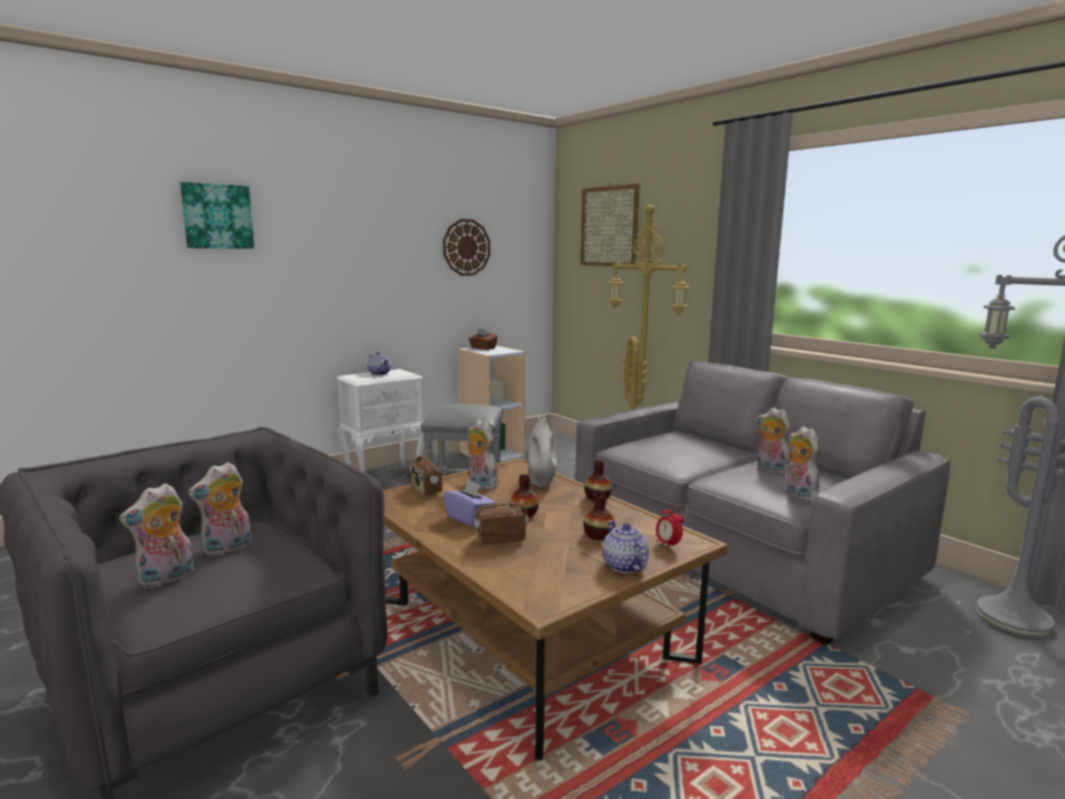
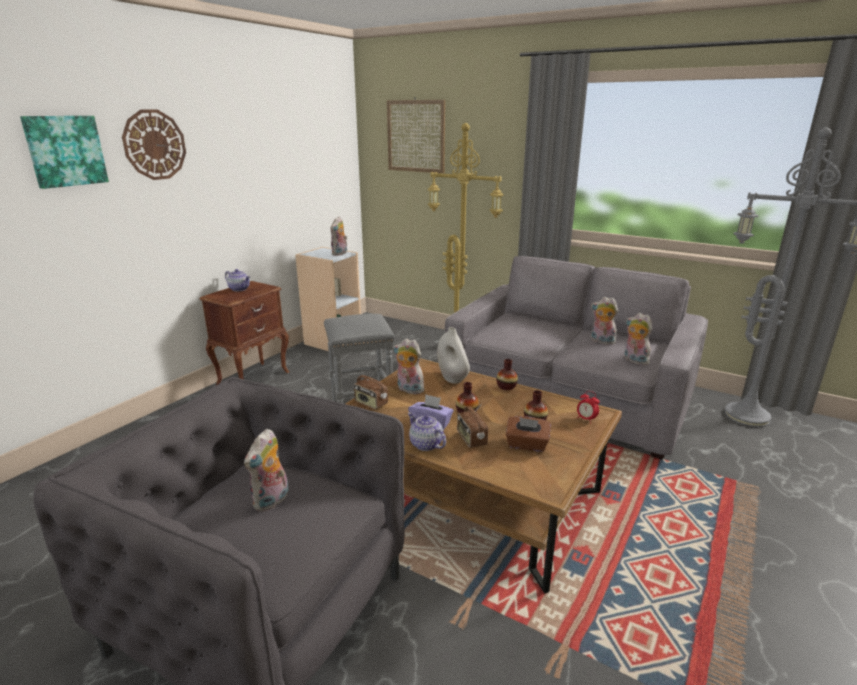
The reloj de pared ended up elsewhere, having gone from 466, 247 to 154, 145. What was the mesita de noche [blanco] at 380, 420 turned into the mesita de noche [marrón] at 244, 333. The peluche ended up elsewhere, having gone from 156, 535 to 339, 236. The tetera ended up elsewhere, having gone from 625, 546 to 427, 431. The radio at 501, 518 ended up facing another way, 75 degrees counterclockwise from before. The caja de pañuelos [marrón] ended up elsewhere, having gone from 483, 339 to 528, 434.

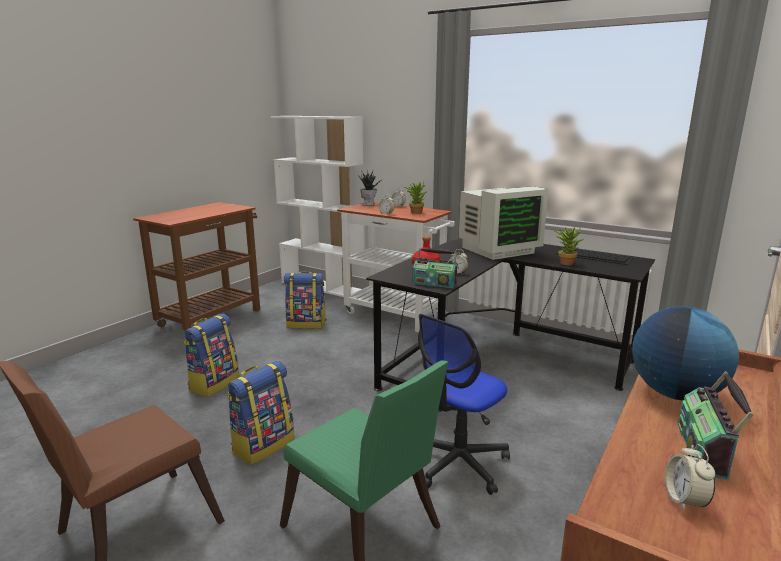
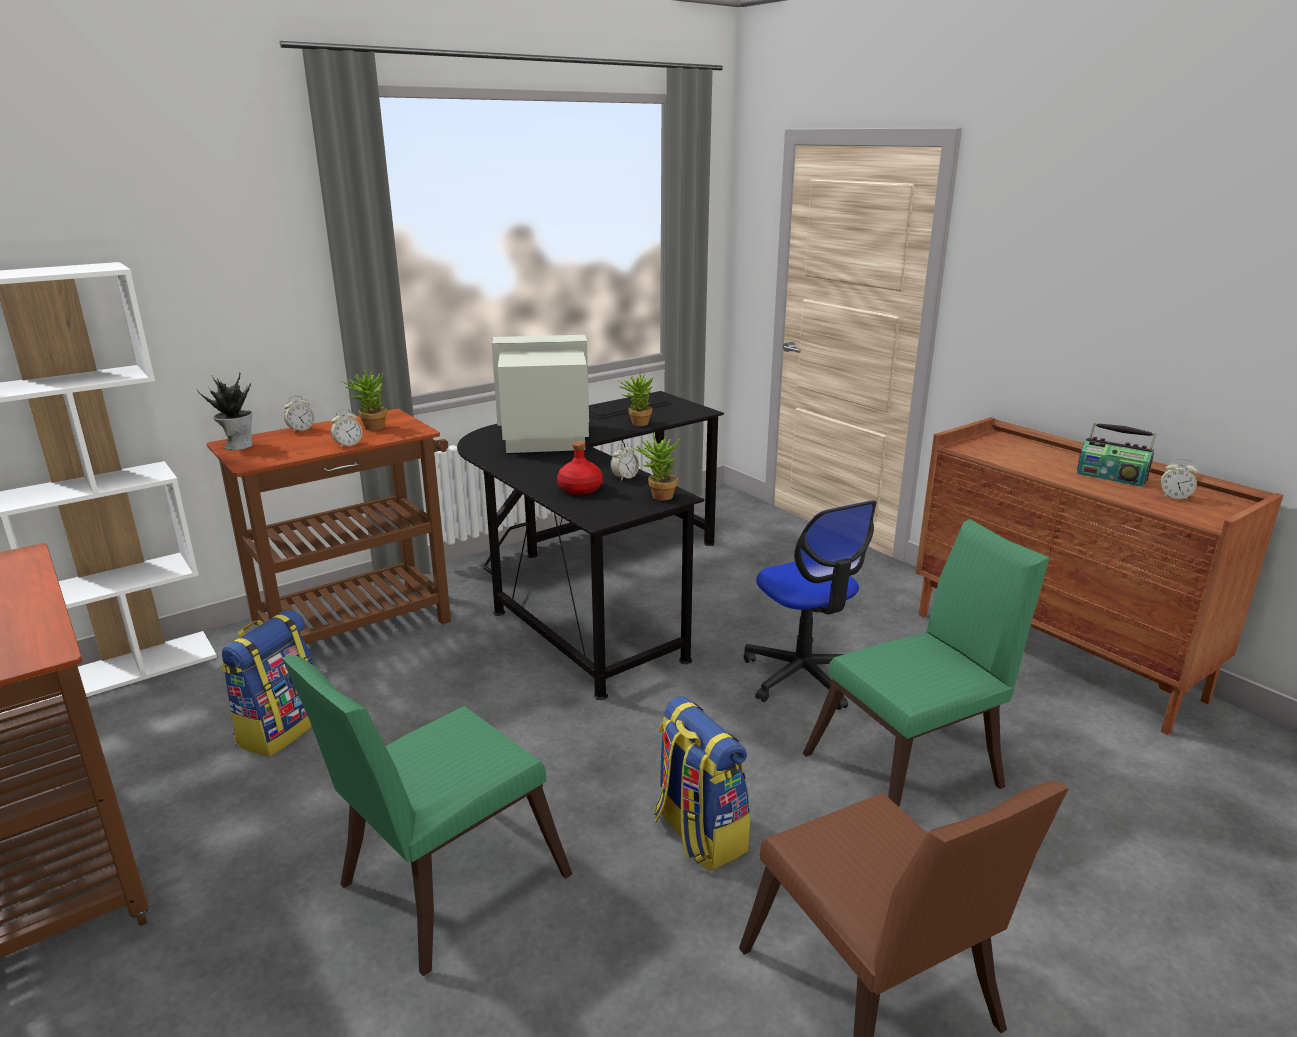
What was the carrito [blanco] at 396, 267 turned into the carrito [marrón] at 329, 526. Where the mochila stood at 211, 355, the silla [verde] came to stand at 427, 815. The monitor at 504, 223 ended up facing another way, 90 degrees counterclockwise from before. Where the radio stood at 435, 268, the planta en maceta came to stand at 656, 466. The second view lost the globo terráqueo at 685, 353.

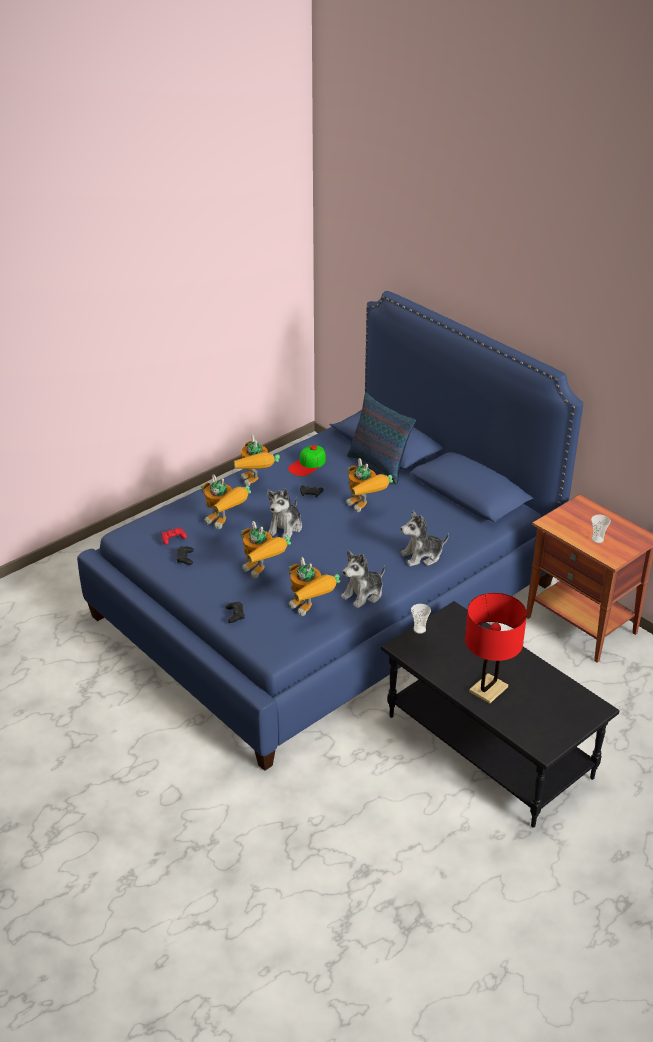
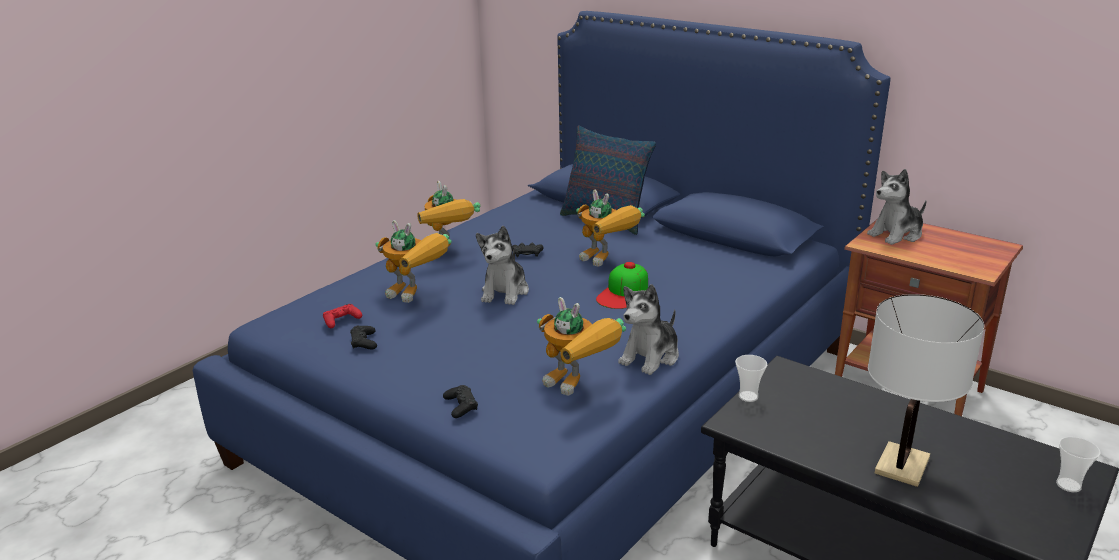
The gorra ended up elsewhere, having gone from 307, 460 to 622, 285. The peluche ended up elsewhere, having gone from 424, 538 to 896, 207. What was the lámpara de mesa [rojo] at 496, 648 turned into the lámpara de mesa [blanco] at 926, 390. The taza ended up elsewhere, having gone from 601, 529 to 1078, 464. The second view lost the robot de juguete at 266, 549.

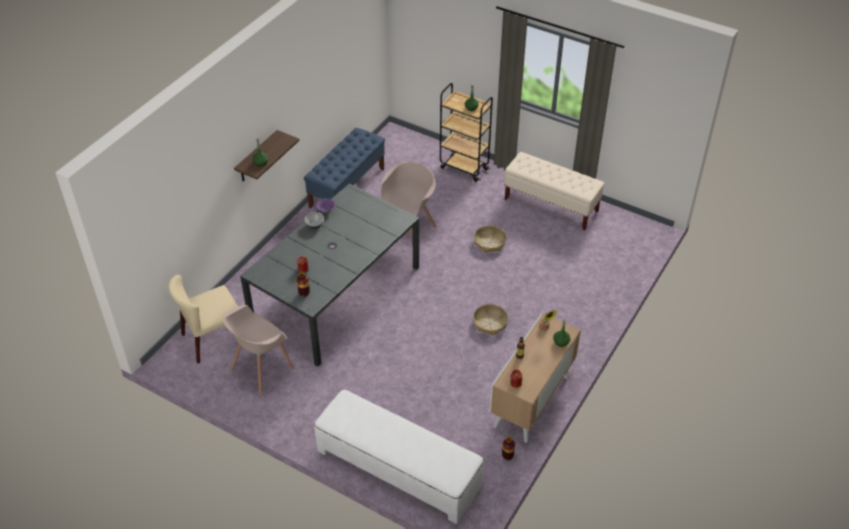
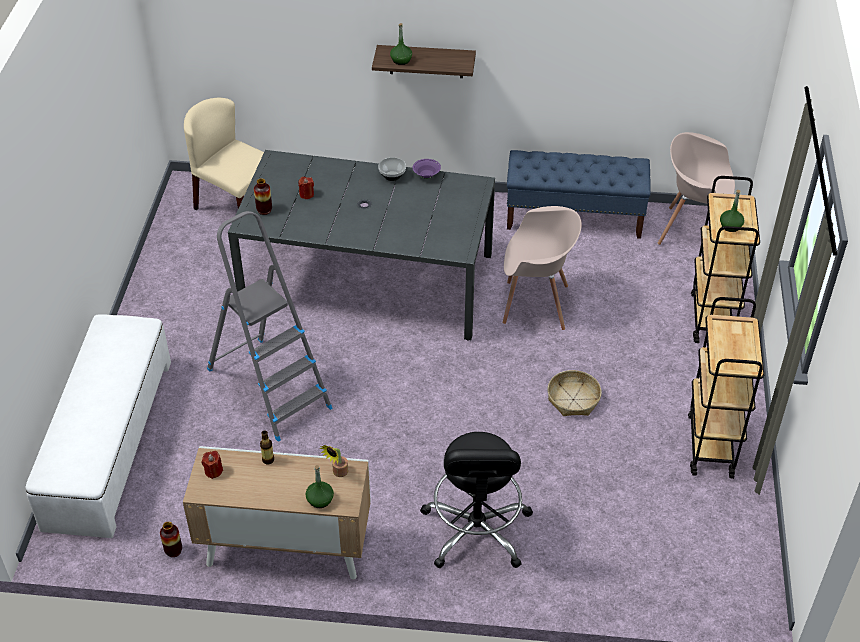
The second view gained the escalera de tijera [gris] at 269, 326. The second view gained the taburete [negro] at 476, 500. The silla [beis] ended up elsewhere, having gone from 258, 350 to 696, 188. Where the banco [beis] stood at 554, 191, the carrito [marrón] came to stand at 726, 388. The second view lost the cesta at 490, 320.

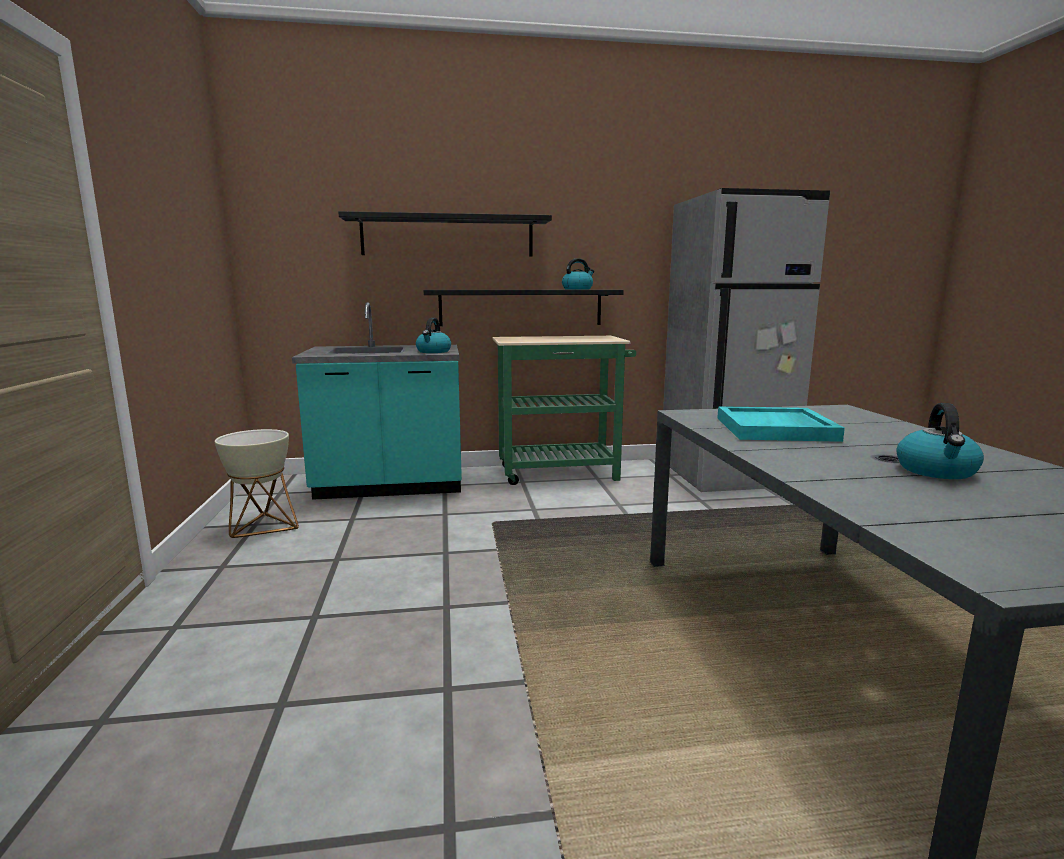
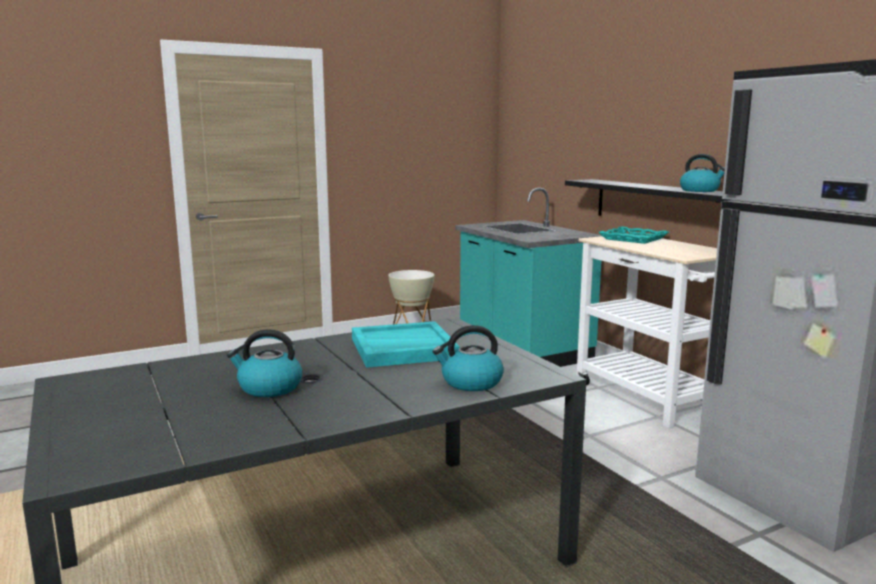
The hervidor ended up elsewhere, having gone from 433, 335 to 468, 358. What was the carrito [verde] at 564, 410 turned into the carrito [blanco] at 647, 331. The second view gained the bandeja [turquesa] at 633, 235. The second view lost the estante [negro] at 445, 233.

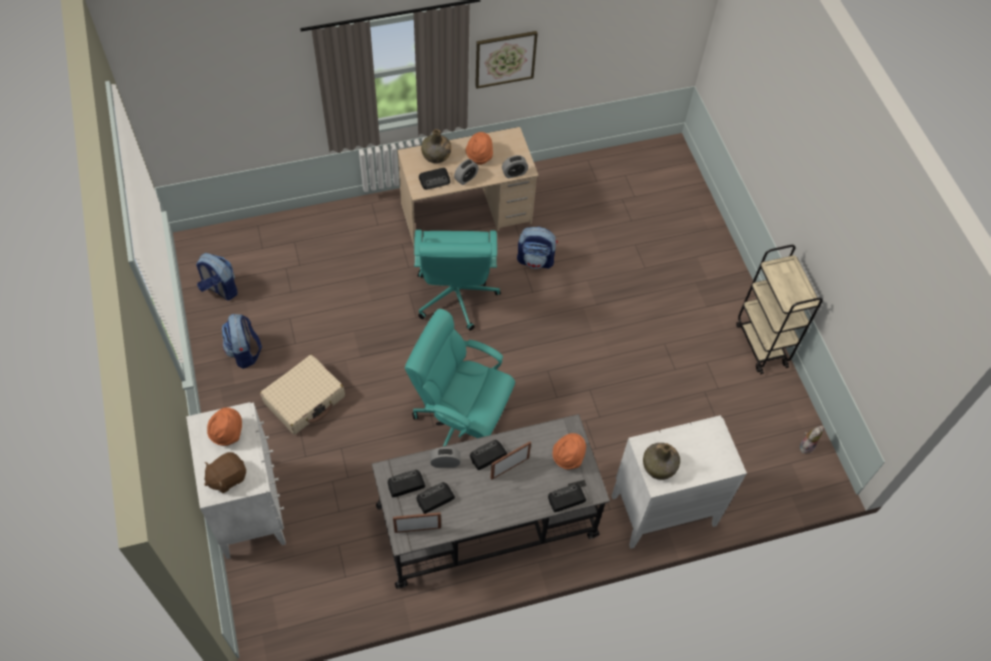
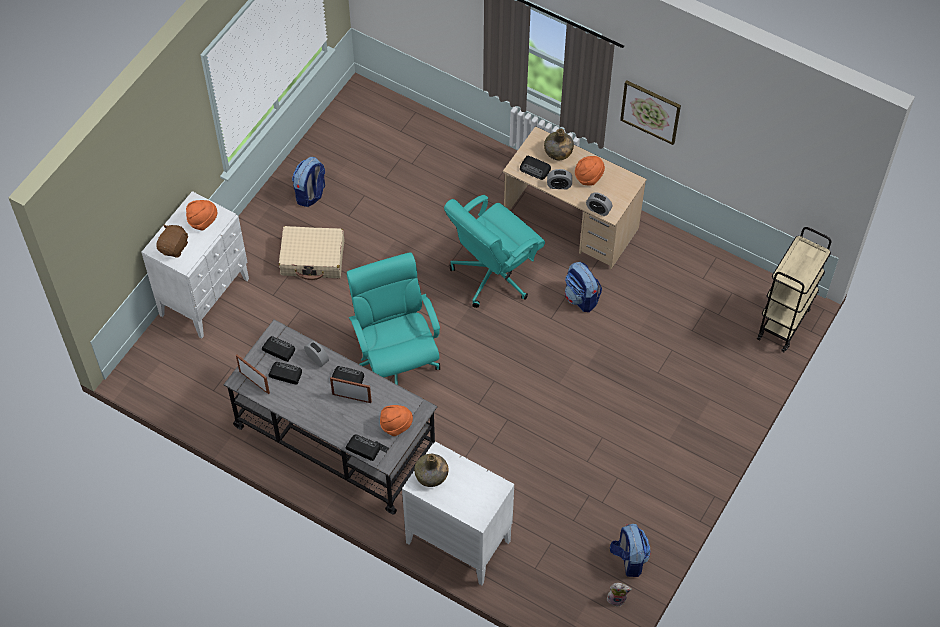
The peluche [marrón] at 225, 472 ended up facing another way, 105 degrees clockwise from before. The mochila ended up elsewhere, having gone from 217, 277 to 630, 550. The carrito [beis] ended up elsewhere, having gone from 779, 309 to 794, 289.

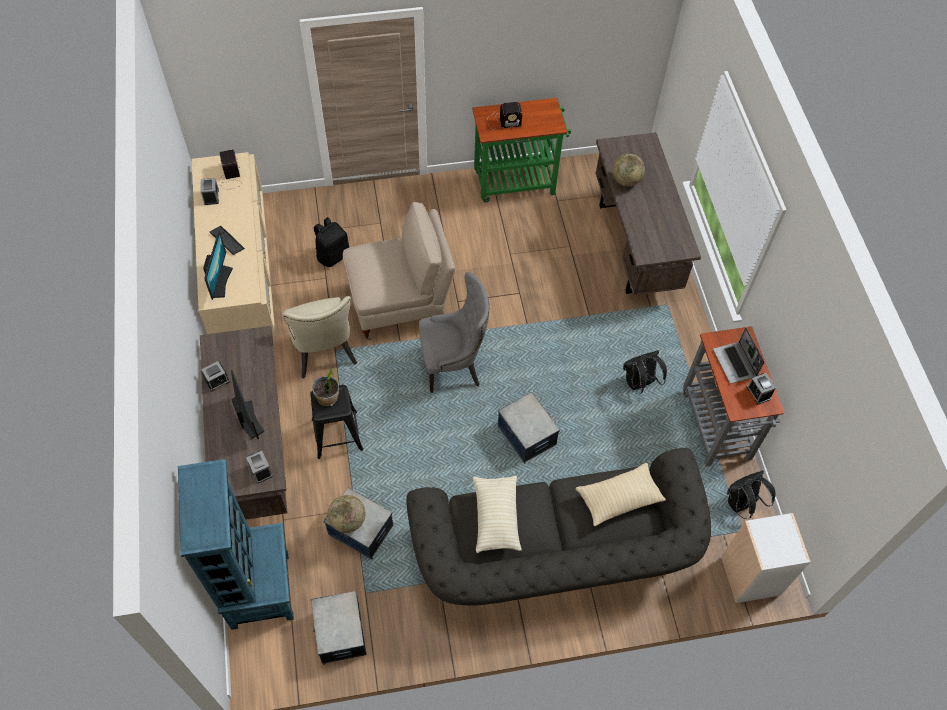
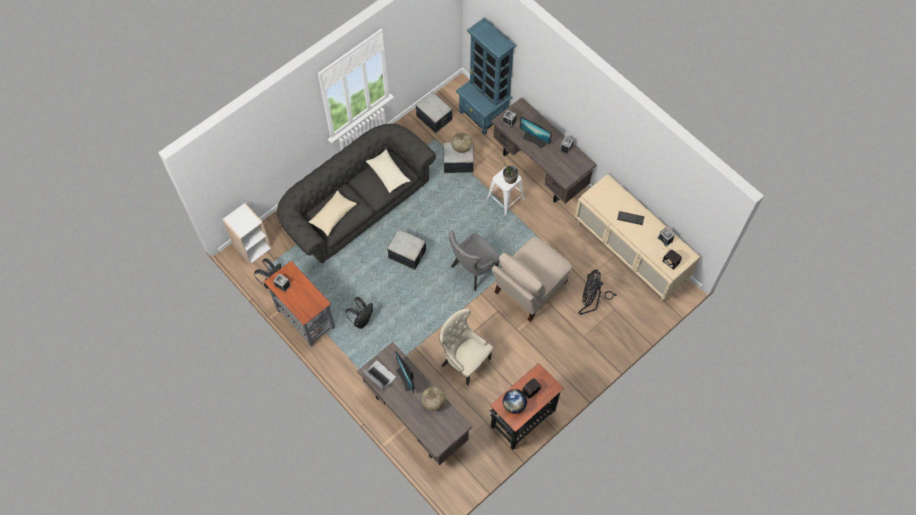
The portátil ended up elsewhere, having gone from 738, 356 to 379, 375. The monitor ended up elsewhere, having gone from 218, 265 to 405, 372. The silla [beis] ended up elsewhere, having gone from 319, 337 to 466, 347. What was the taburete [negro] at 336, 422 turned into the taburete [blanco] at 506, 191. What was the carrito [verde] at 521, 150 turned into the carrito [negro] at 527, 406. The second view gained the globo terráqueo at 515, 401. Where the mochila [negro] stood at 331, 242, the ventilador [negro] came to stand at 597, 292.

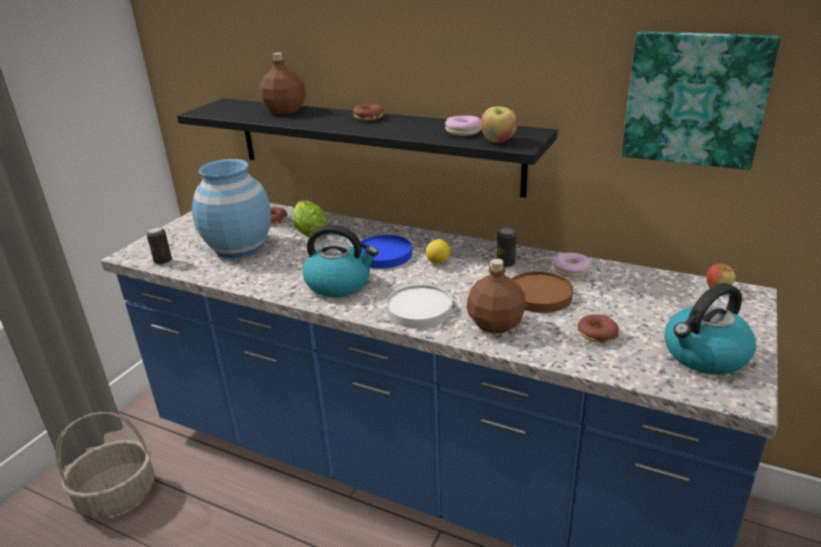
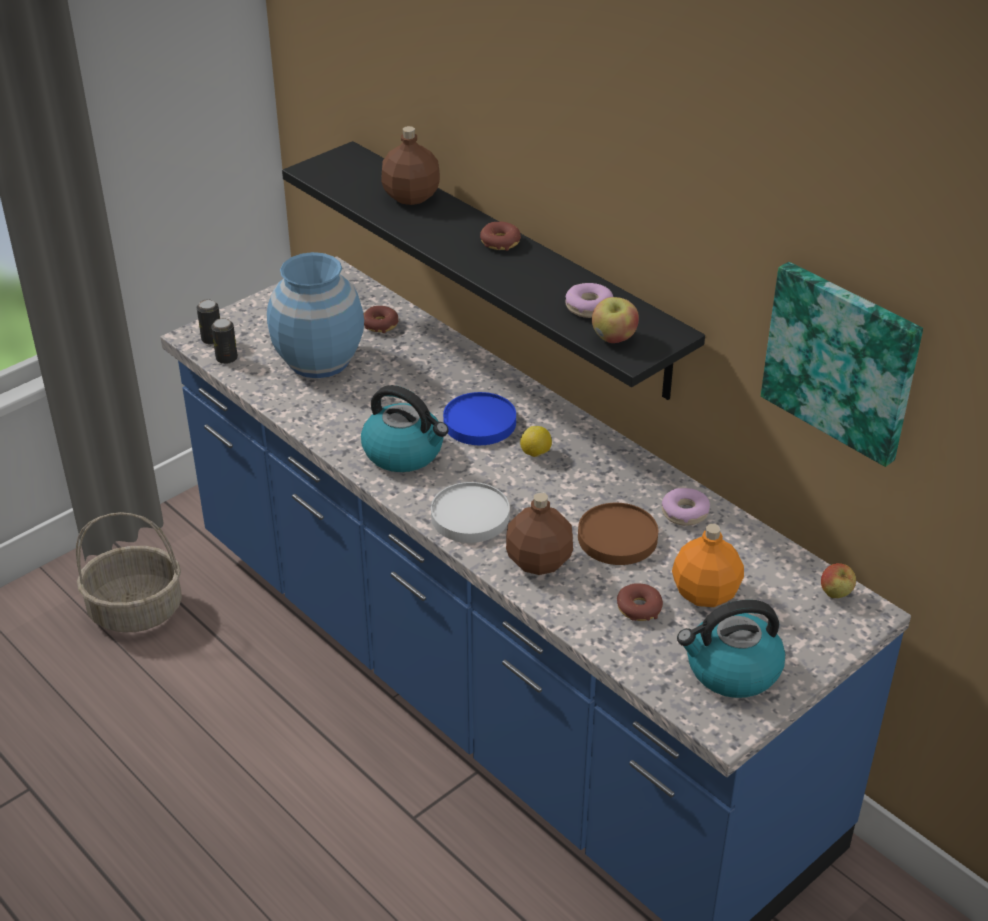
The lata ended up elsewhere, having gone from 506, 248 to 208, 322. The second view gained the botella [naranja] at 708, 565. The second view lost the lechuga at 311, 219.

